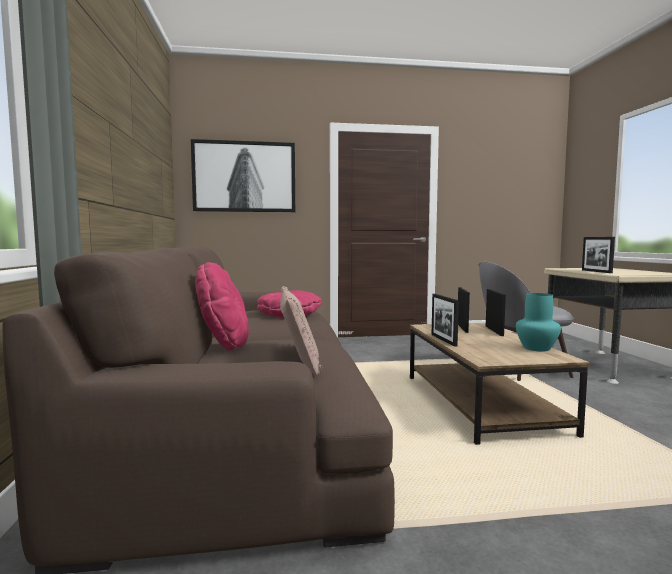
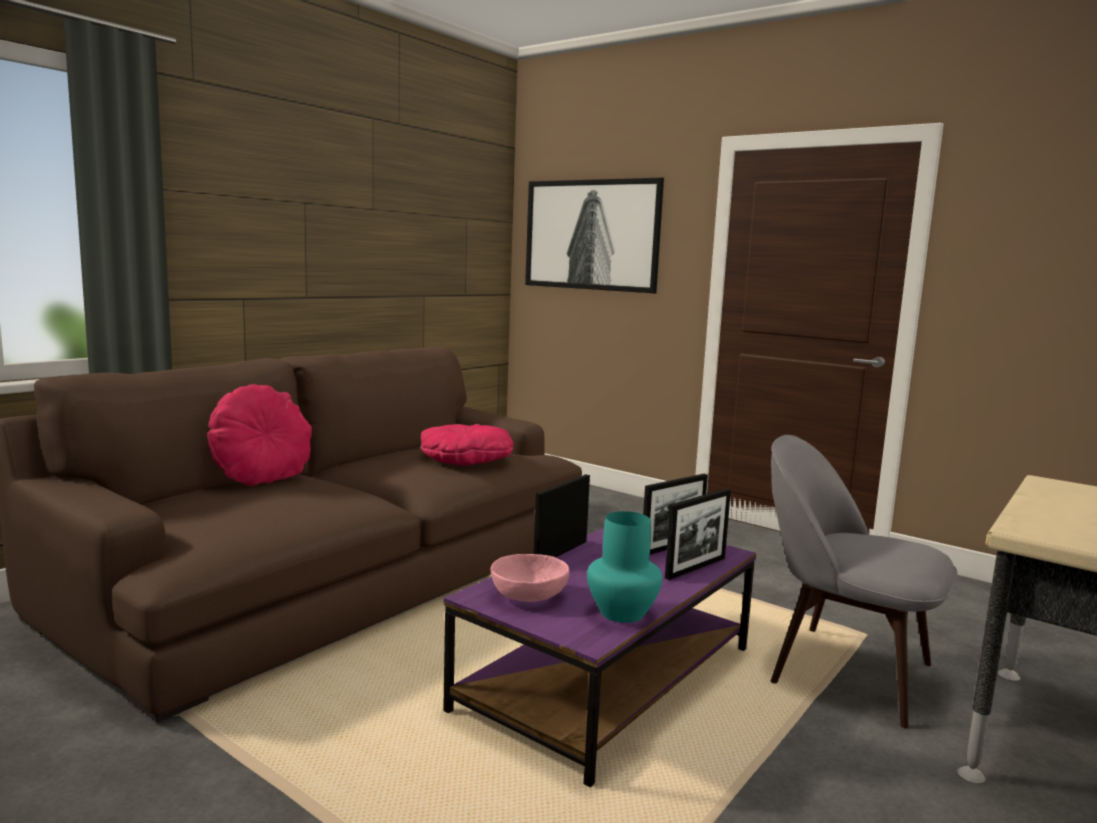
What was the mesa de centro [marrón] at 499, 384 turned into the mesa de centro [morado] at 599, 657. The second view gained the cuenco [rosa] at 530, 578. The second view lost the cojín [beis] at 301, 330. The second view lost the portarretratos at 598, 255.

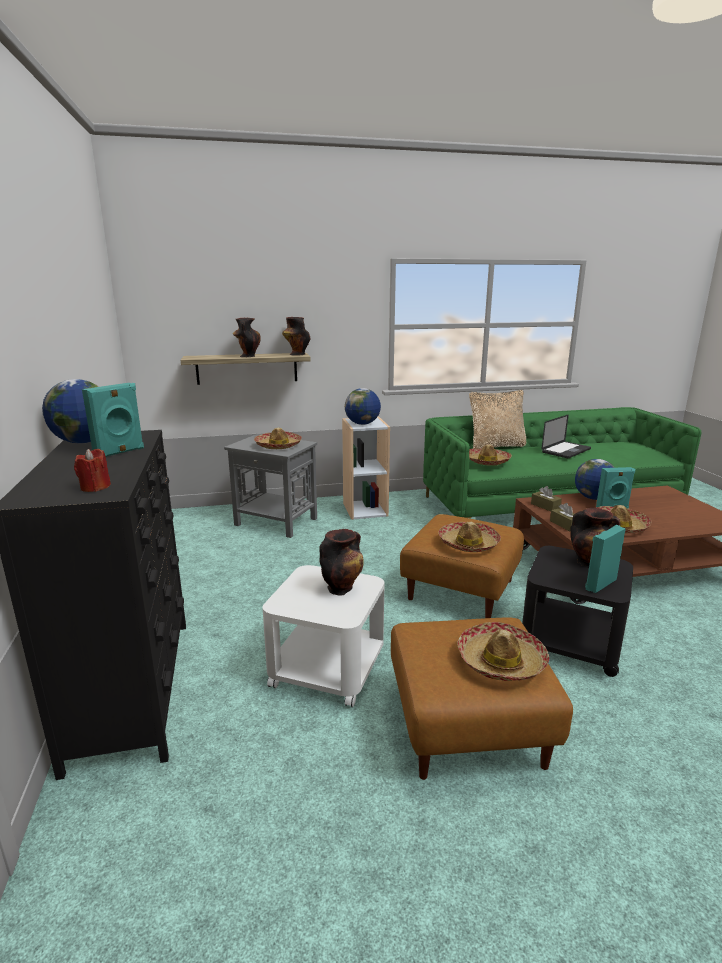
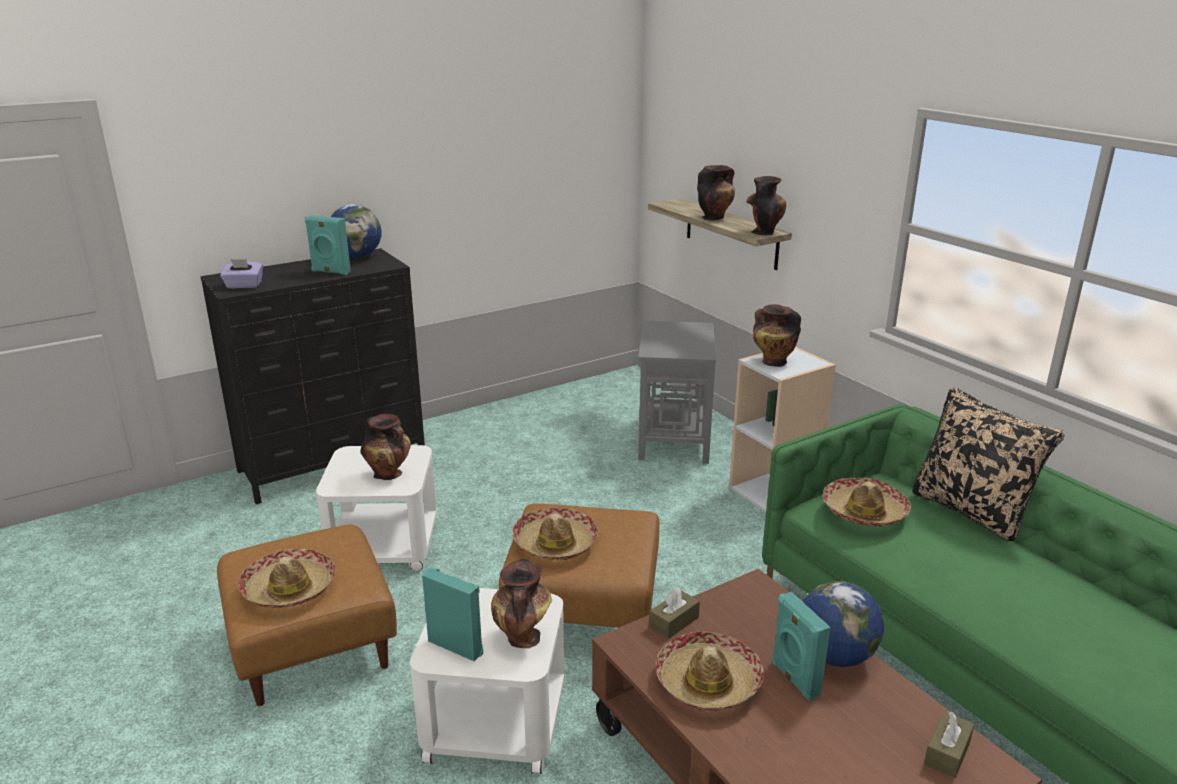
Where the vela [rojo] stood at 92, 470, the caja de pañuelos [morado] came to stand at 241, 273. What was the mesa auxiliar [negro] at 577, 611 turned into the mesa auxiliar [blanco] at 487, 681. Where the globo terráqueo stood at 363, 406, the florero came to stand at 777, 335. What was the cojín [beis] at 497, 419 turned into the cojín [negro] at 988, 464. The caja de pañuelos [marrón] ended up elsewhere, having gone from 546, 498 to 949, 744. The second view lost the sombrero at 278, 438. The second view lost the portátil at 566, 436.

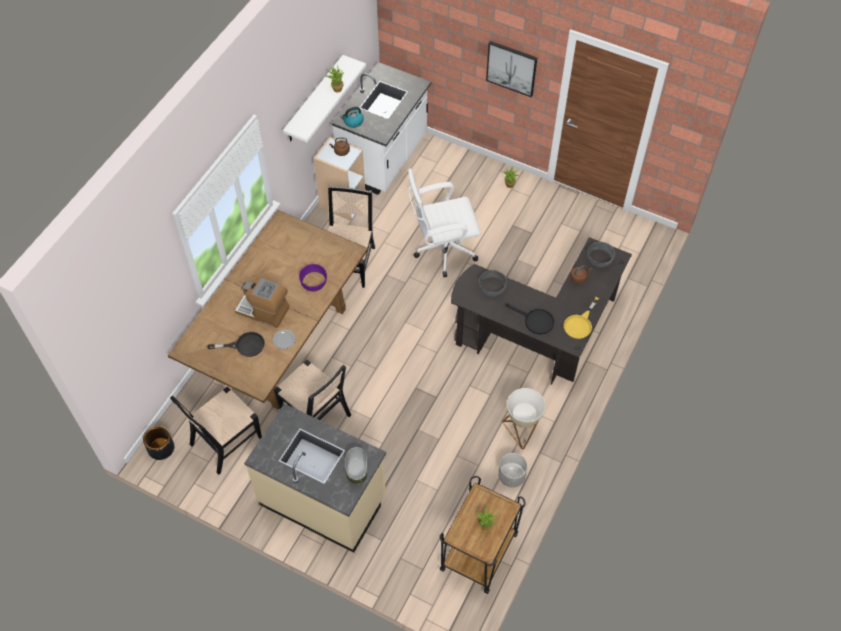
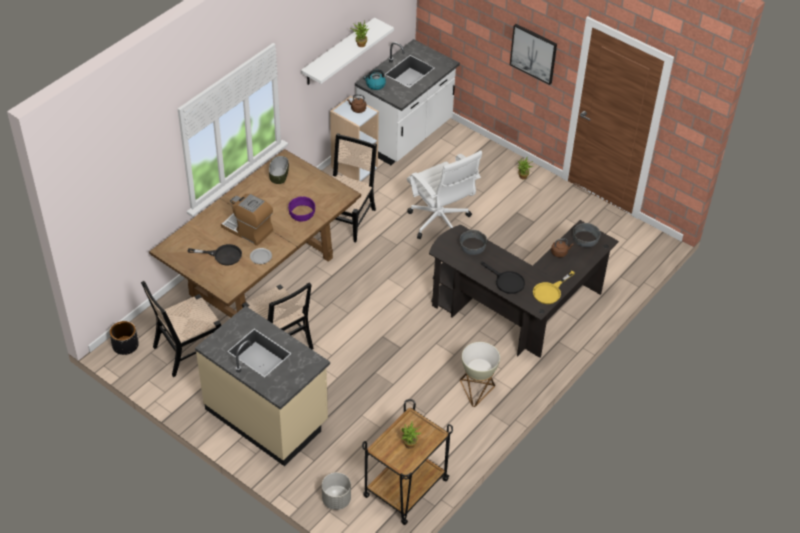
The cuenco ended up elsewhere, having gone from 356, 465 to 279, 170. The maceta [gris] ended up elsewhere, having gone from 513, 470 to 336, 491. The silla de oficina [blanco] at 444, 222 ended up facing another way, 120 degrees counterclockwise from before.

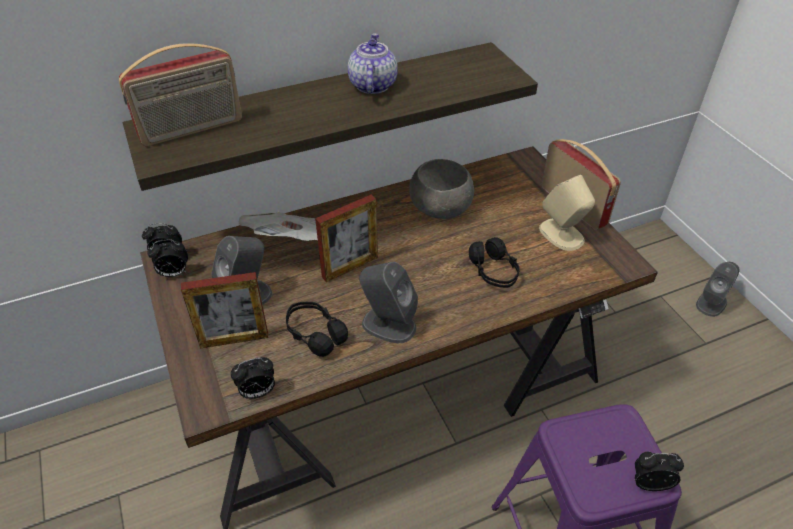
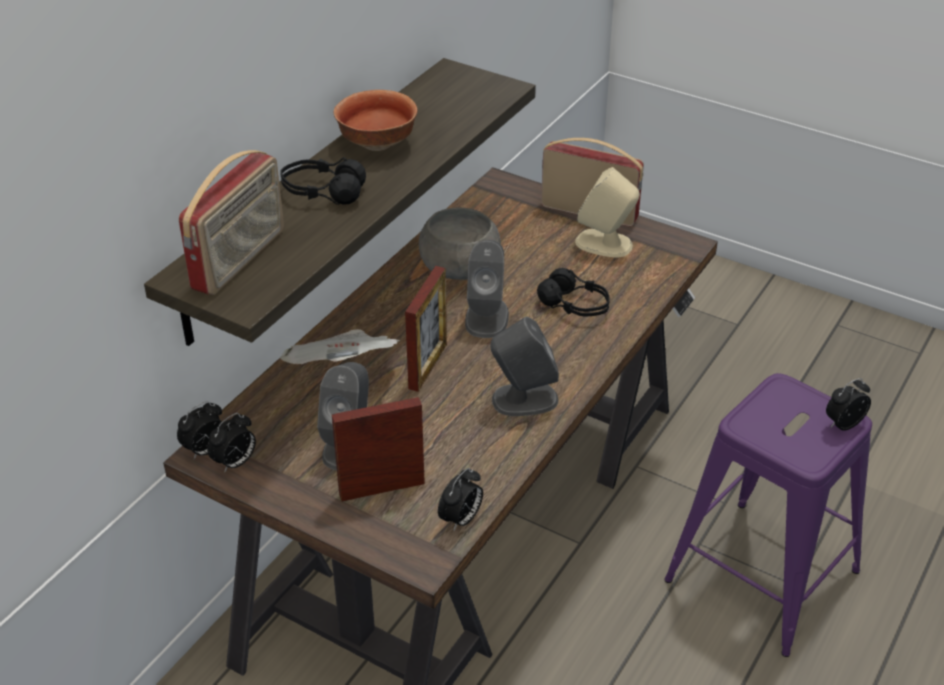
The auriculares [negro] ended up elsewhere, having gone from 317, 329 to 323, 181. The portarretratos at 224, 310 ended up facing another way, 150 degrees counterclockwise from before. Where the tetera stood at 373, 63, the cuenco came to stand at 375, 120. The altavoz [gris] ended up elsewhere, having gone from 718, 289 to 487, 289.

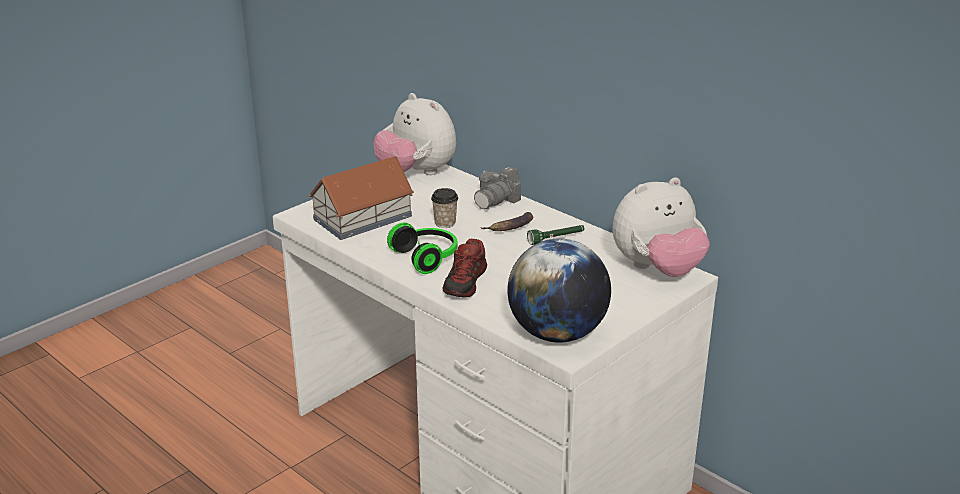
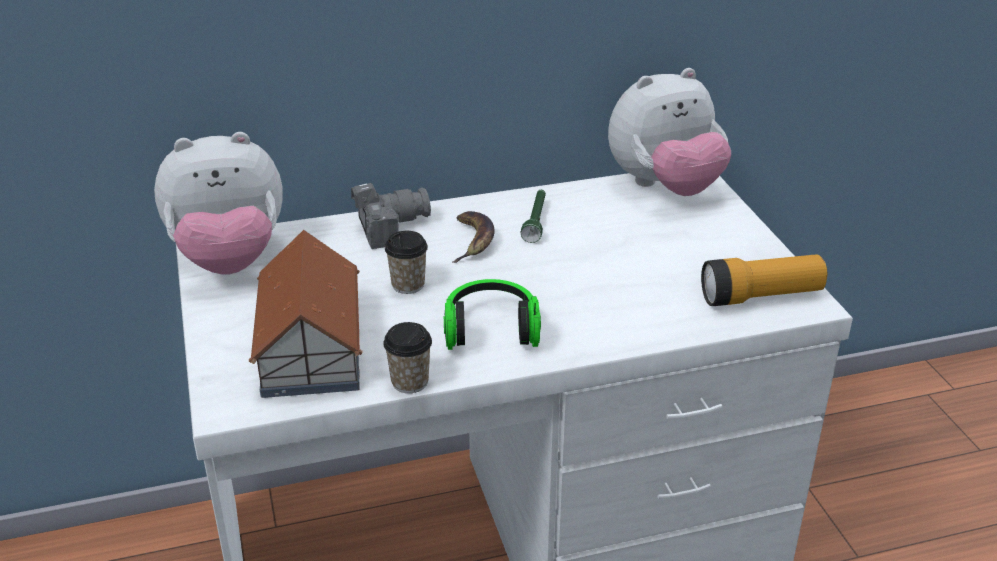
The cámara at 497, 188 ended up facing another way, 90 degrees counterclockwise from before. The second view gained the taza at 407, 357. The peluche at 660, 227 ended up facing another way, 60 degrees clockwise from before. Where the globo terráqueo stood at 559, 291, the linterna came to stand at 764, 280. The second view lost the zapato at 465, 268.

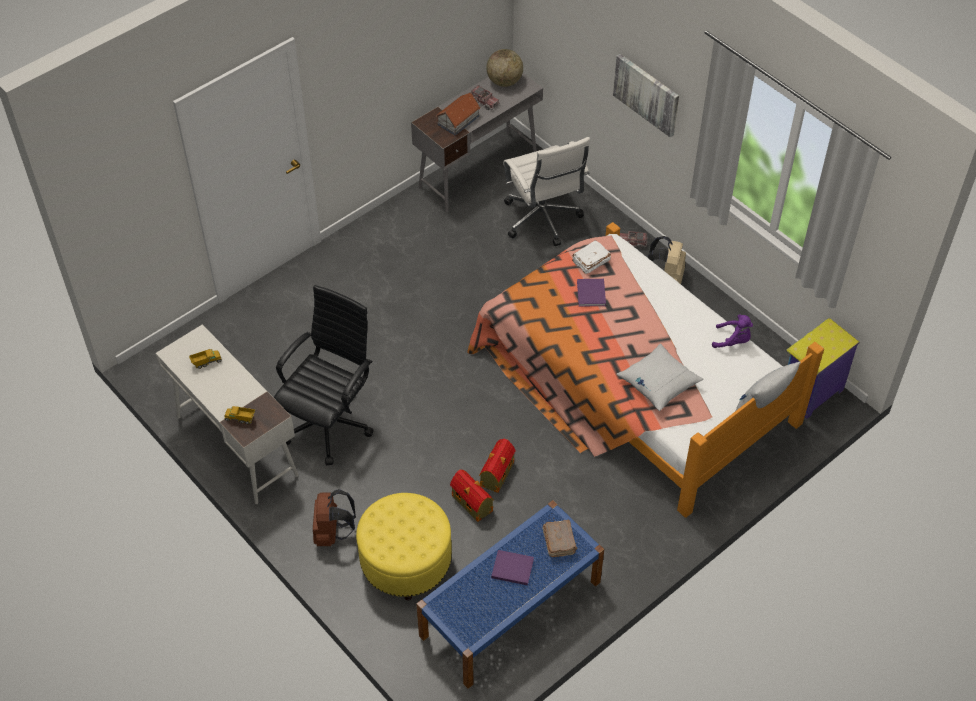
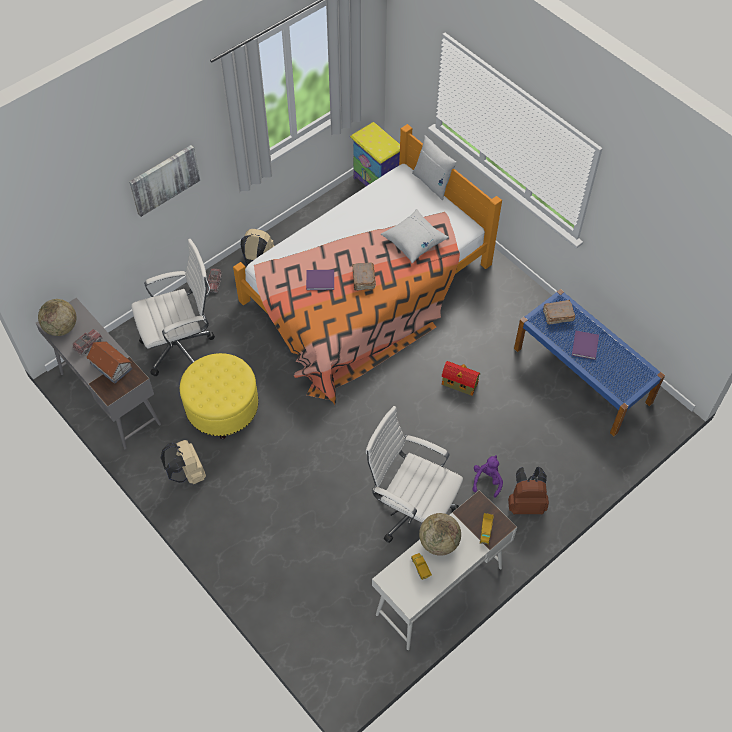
The second view gained the mochila [beis] at 183, 462. The puf [amarillo] ended up elsewhere, having gone from 404, 547 to 219, 396. The second view gained the libro [marrón] at 364, 277. What was the silla de oficina [negro] at 323, 375 turned into the silla de oficina [blanco] at 414, 474. The second view gained the globo terráqueo at 440, 534. The peluche [morado] ended up elsewhere, having gone from 732, 331 to 488, 476. The second view lost the casita at 472, 496. The second view lost the libro [blanco] at 591, 257.

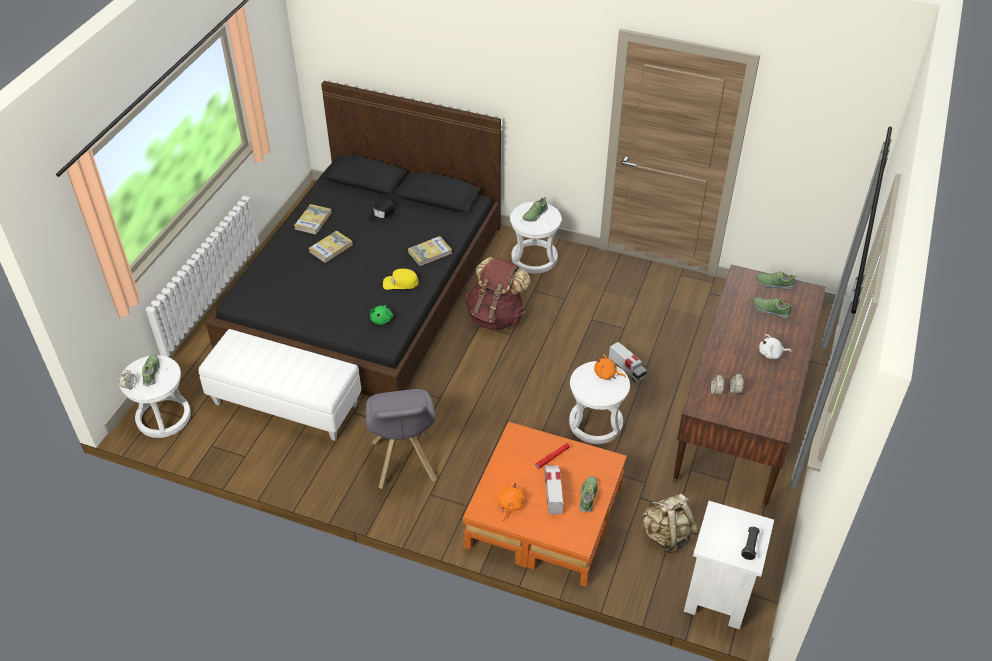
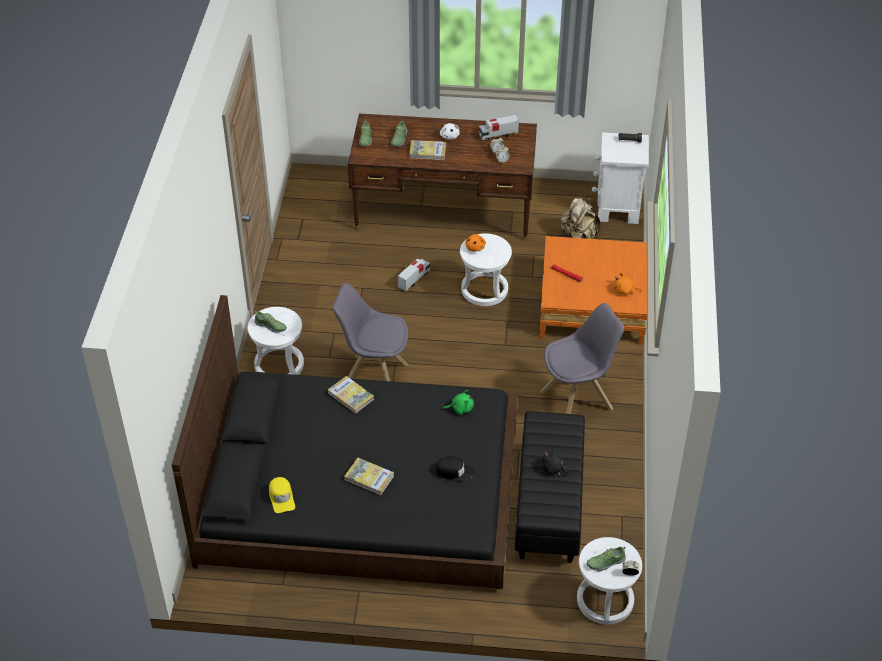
The gorra [amarillo] ended up elsewhere, having gone from 401, 279 to 282, 495. Where the mochila [marrón] stood at 497, 293, the silla [gris] came to stand at 370, 332. The libro ended up elsewhere, having gone from 313, 219 to 427, 150. The gorra [negro] ended up elsewhere, having gone from 381, 212 to 455, 469. The camión de juguete ended up elsewhere, having gone from 553, 490 to 499, 128. What was the puf [blanco] at 280, 385 turned into the puf [negro] at 550, 487. The second view gained the peluche [negro] at 556, 462. The second view lost the zapato at 588, 494.

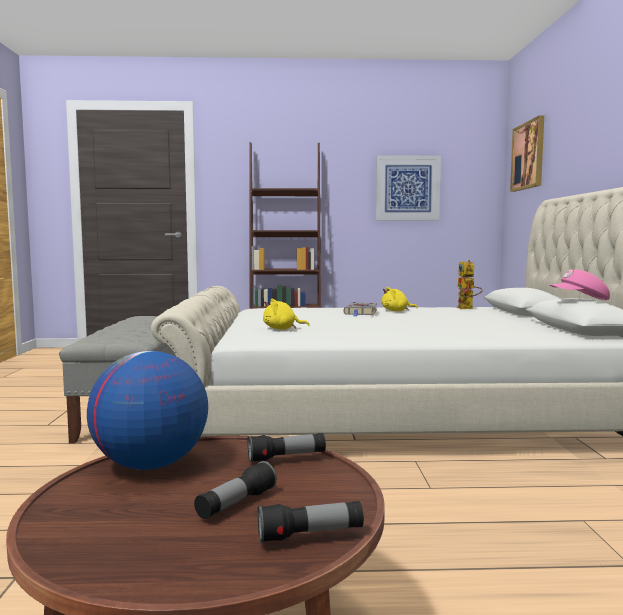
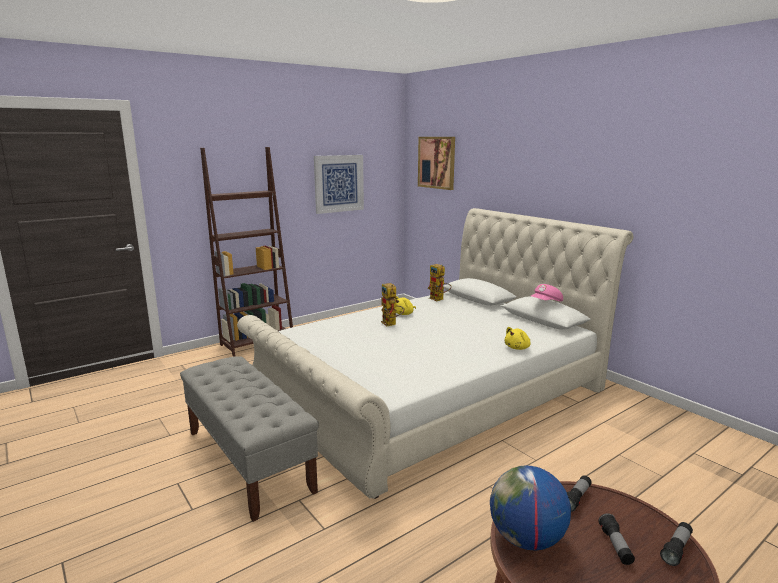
Where the libro [gris] stood at 360, 309, the robot de juguete came to stand at 392, 304. The peluche [amarillo] ended up elsewhere, having gone from 286, 314 to 518, 338.

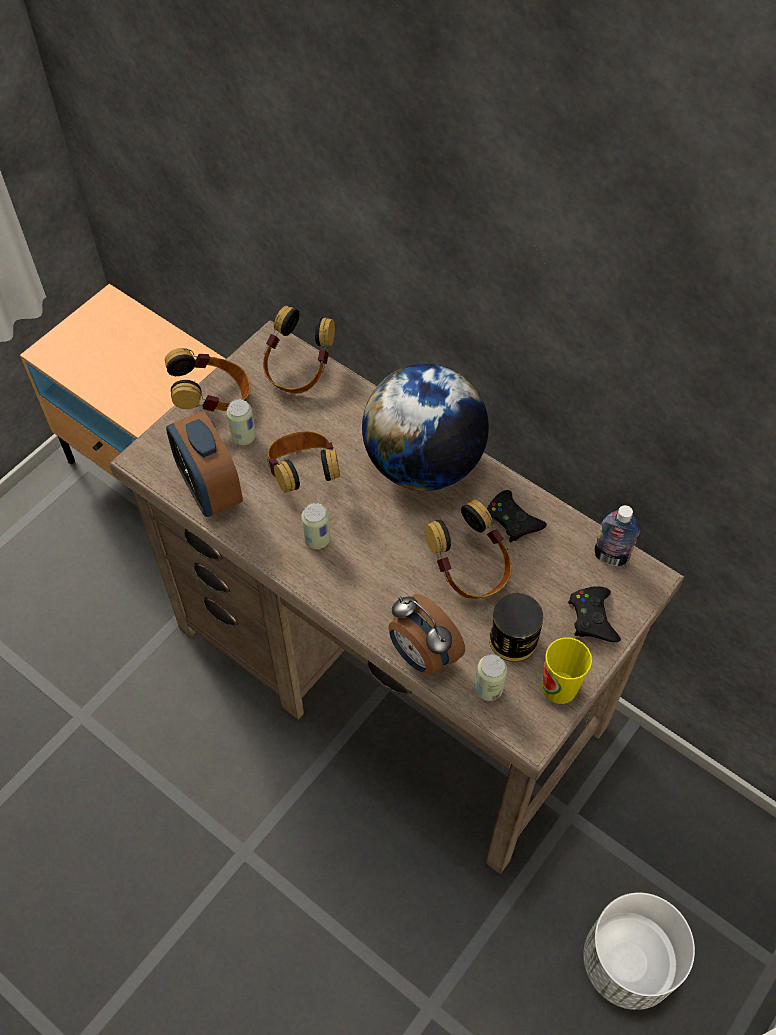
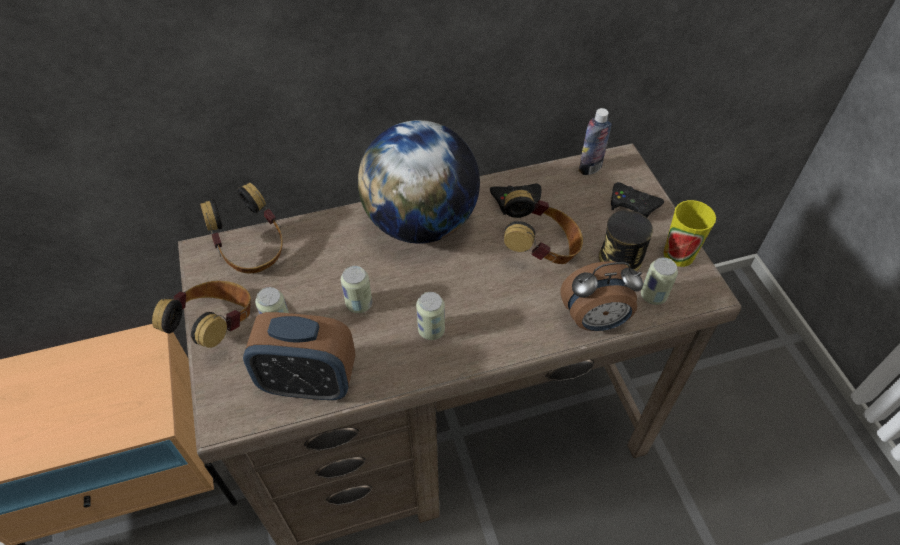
Where the auriculares stood at 303, 461, the lata came to stand at 356, 289. The second view lost the maceta [blanco] at 639, 951.

